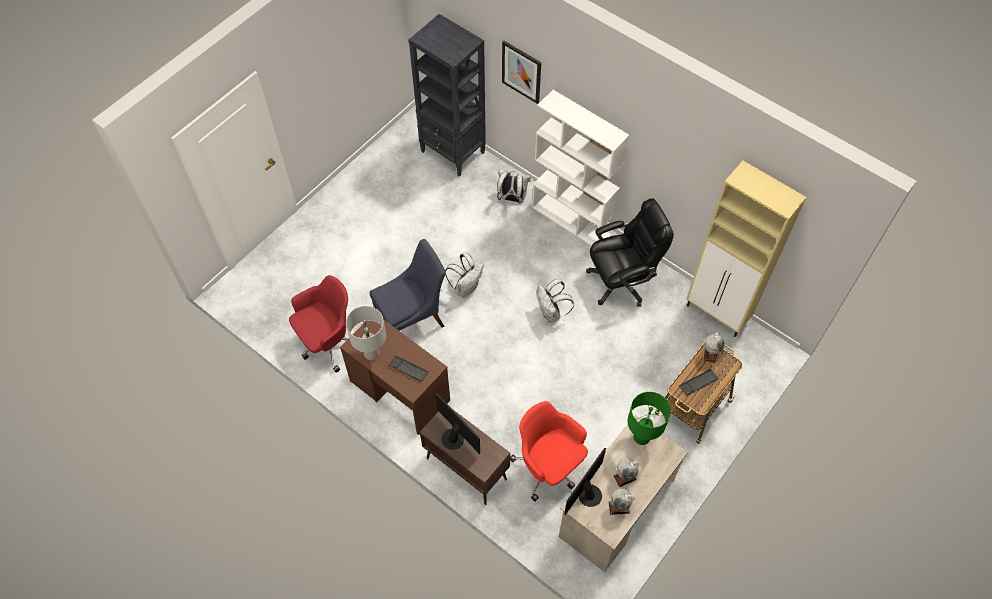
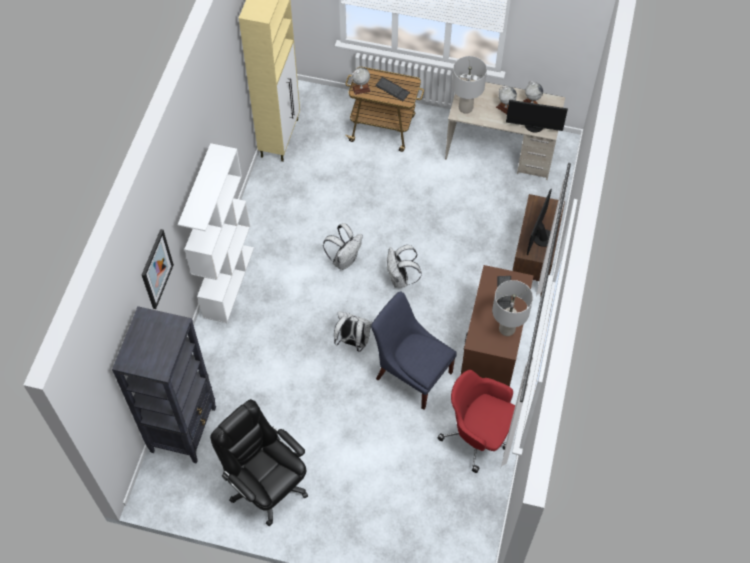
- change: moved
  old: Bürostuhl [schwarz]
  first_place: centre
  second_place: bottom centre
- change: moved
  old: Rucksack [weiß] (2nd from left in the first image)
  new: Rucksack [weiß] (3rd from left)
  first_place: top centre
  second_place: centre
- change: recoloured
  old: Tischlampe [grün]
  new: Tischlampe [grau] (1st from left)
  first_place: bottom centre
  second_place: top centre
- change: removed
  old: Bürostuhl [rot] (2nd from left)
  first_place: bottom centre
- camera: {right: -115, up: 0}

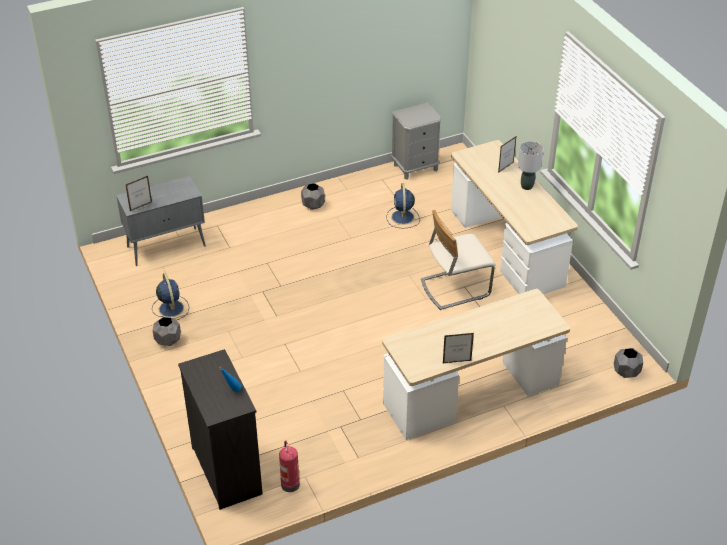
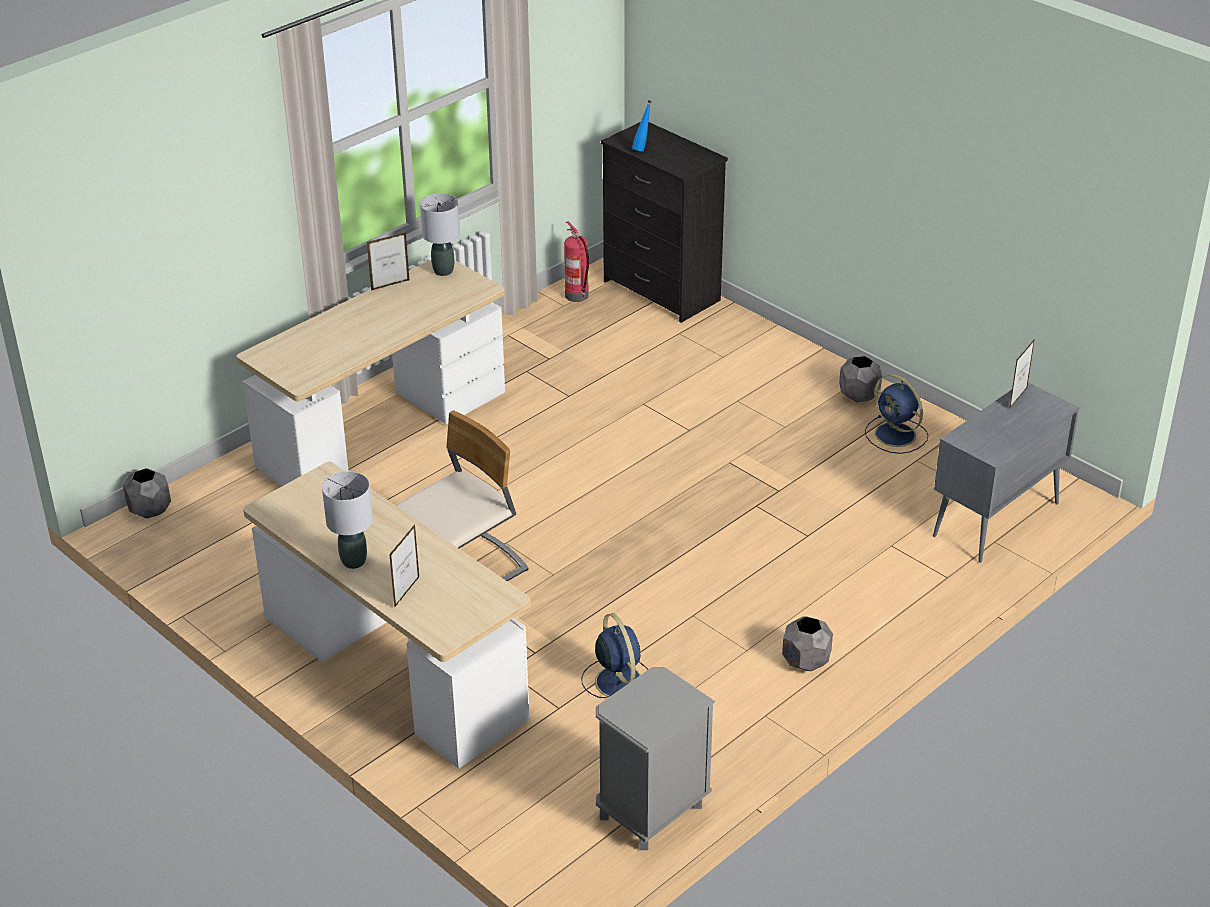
- change: added
  new: Tischlampe [grau] (2nd from left)
  second_place: top centre
- camera: {right: 160, up: -5}

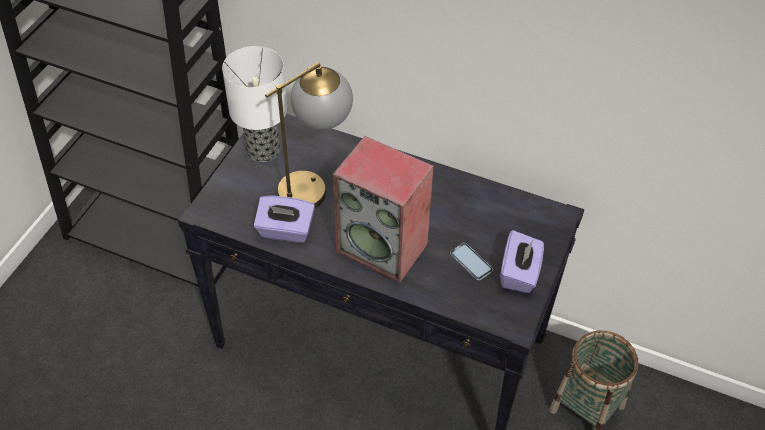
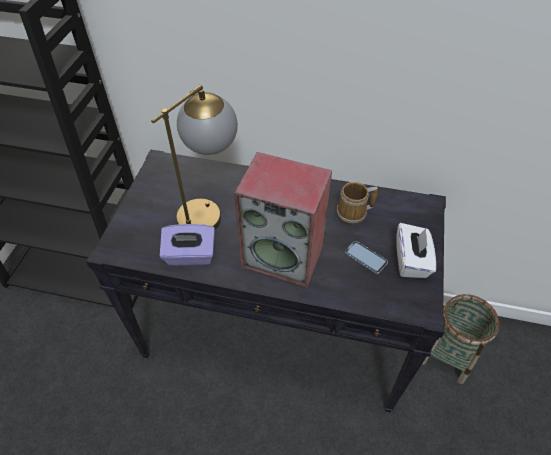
- change: added
  new: Henkelbecher
  second_place: centre
- change: recoloured
  old: Taschentuchbox [lila] (2nd from left)
  new: Taschentuchbox [weiß]
  first_place: middle right
  second_place: middle right
- change: removed
  old: Tischlampe (1st from left)
  first_place: top left
- camera: {right: -10, up: 0}

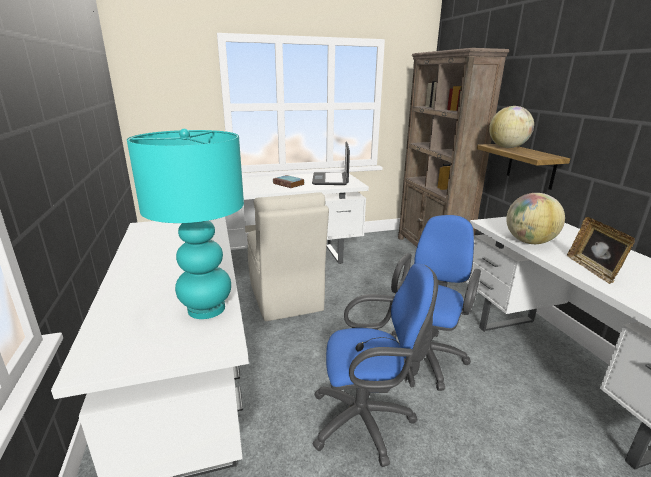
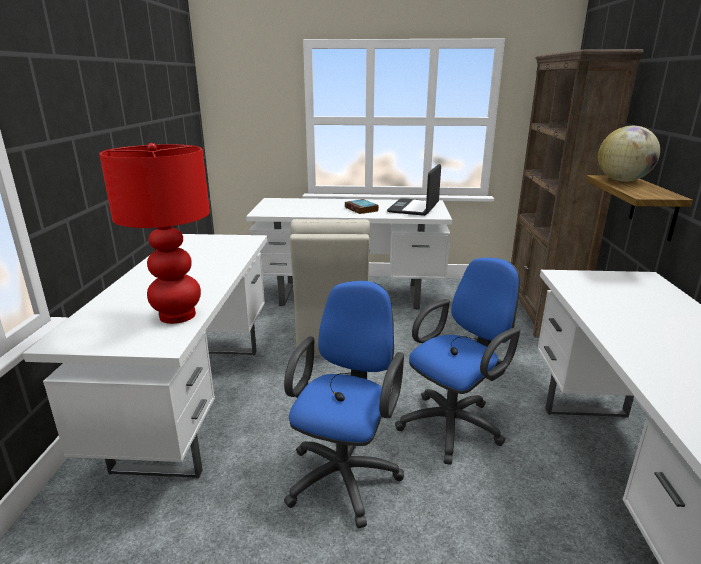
- change: recoloured
  old: Tischlampe [türkis]
  new: Tischlampe [rot]
  first_place: middle left
  second_place: middle left
- change: turned
  old: Bürostuhl [blau] (1st from left)
  first_place: bottom centre
  second_place: bottom centre
  degrees: -90
- change: removed
  old: Globus (2nd from left)
  first_place: middle right
- change: removed
  old: Bilderrahmen
  first_place: middle right
- camera: {right: 20, up: 0}

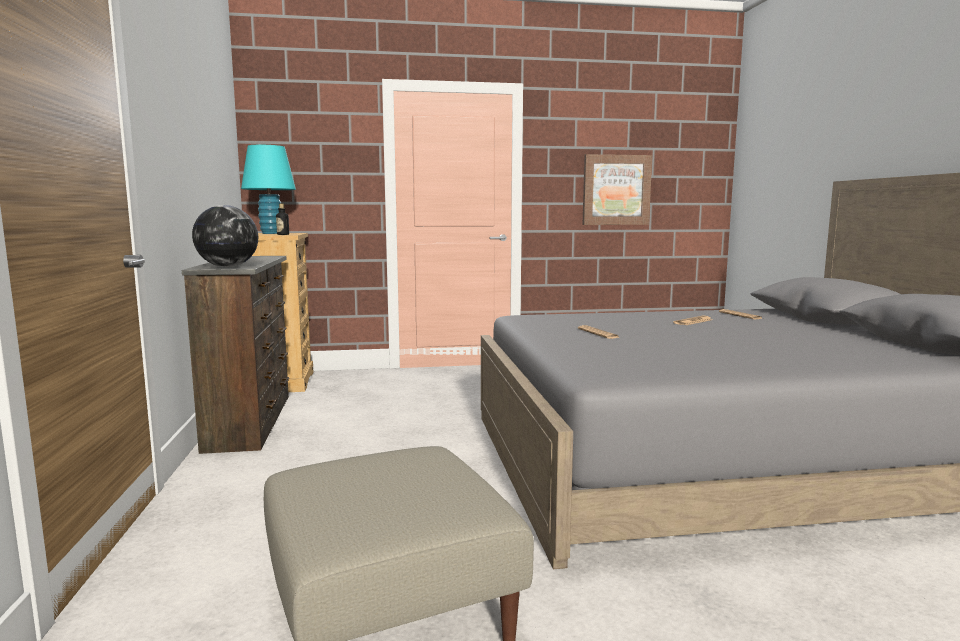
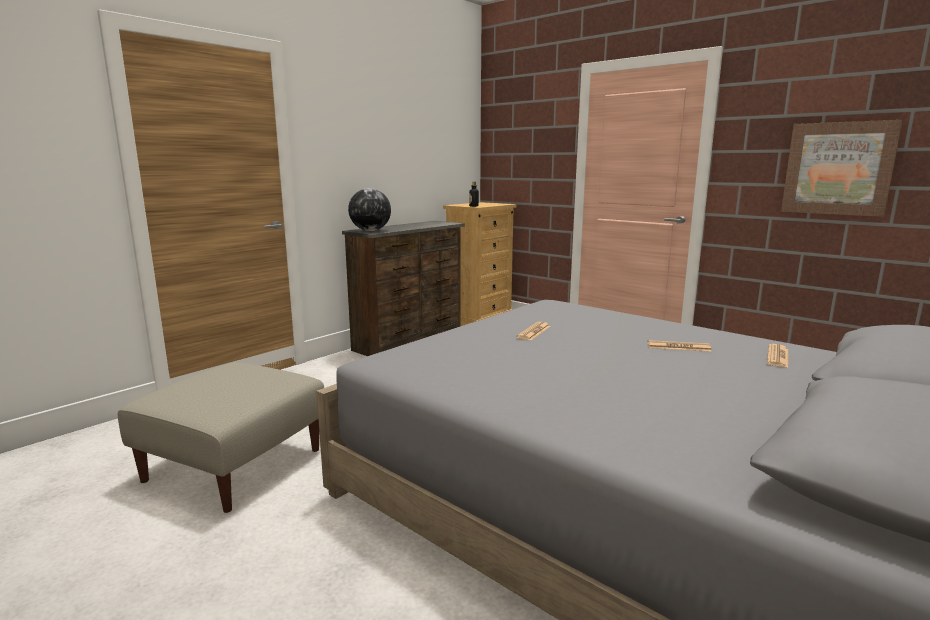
- change: removed
  old: Tischlampe [türkis]
  first_place: top left
- camera: {right: 50, up: 5}

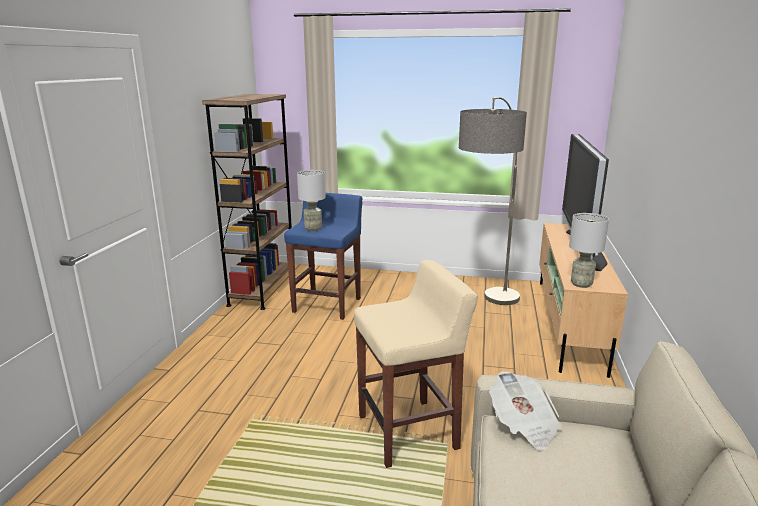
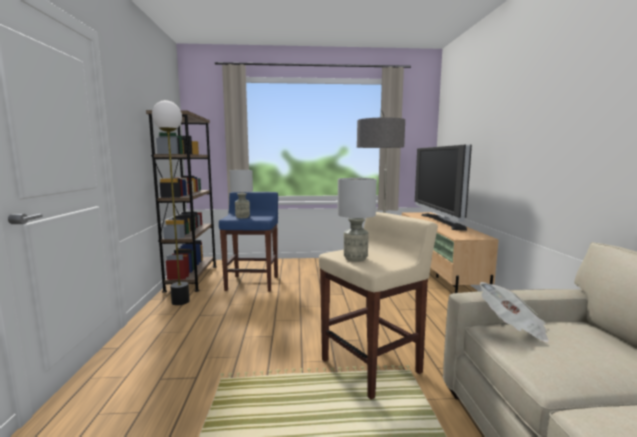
- change: added
  new: Stehlampe (1st from left)
  second_place: middle left
- change: moved
  old: Tischlampe [grau] (2nd from left)
  first_place: middle right
  second_place: centre
- camera: {right: -15, up: -10}

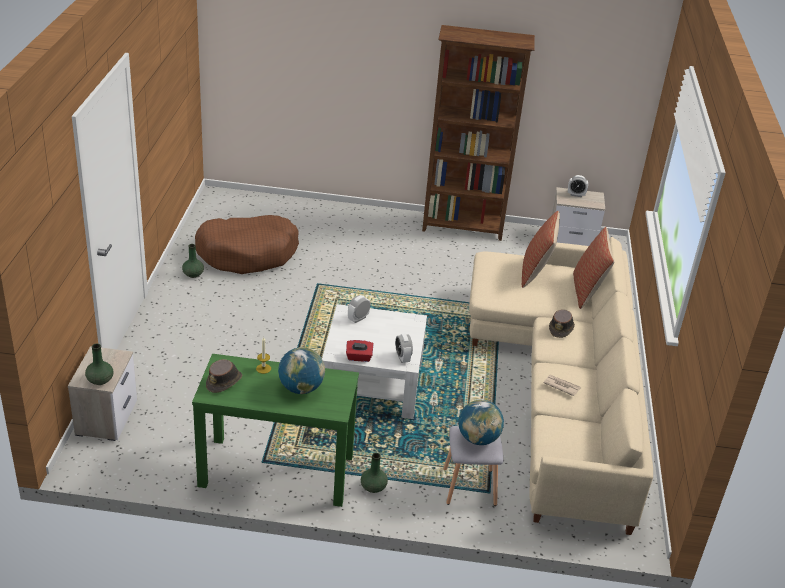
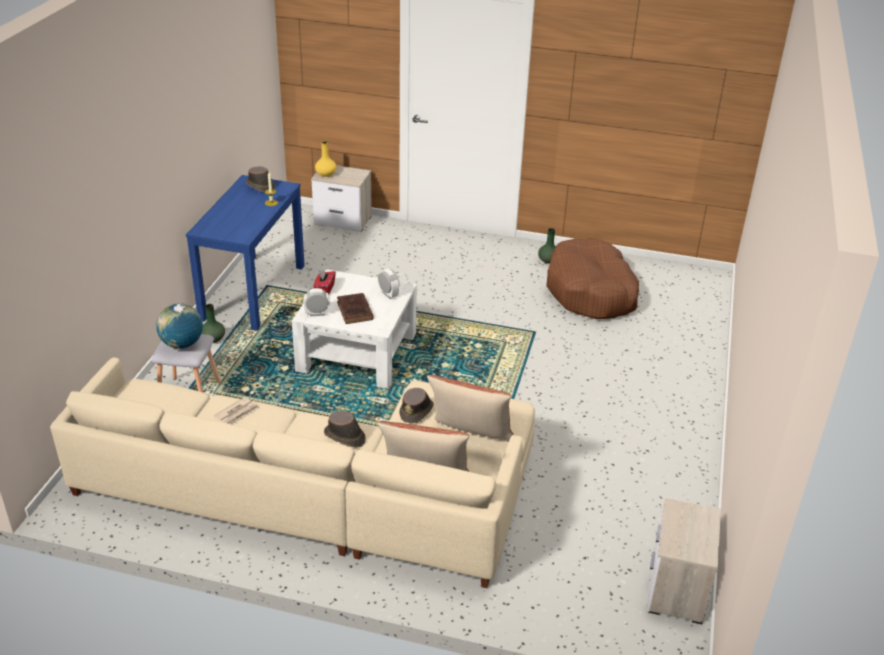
- change: recoloured
  old: Konsolentisch [grün]
  new: Konsolentisch [blau]
  first_place: bottom centre
  second_place: middle left
- change: recoloured
  old: Vase [grün] (1st from left)
  new: Vase [gelb]
  first_place: middle left
  second_place: top centre
- change: added
  new: Buch [braun]
  second_place: centre
- change: added
  new: Hut [braun] (3rd from left)
  second_place: centre
- change: removed
  old: Globus (1st from left)
  first_place: centre
- change: removed
  old: Bücherregal [braun]
  first_place: top centre
- change: removed
  old: Wecker (3rd from left)
  first_place: top right
- camera: {right: 100, up: 0}

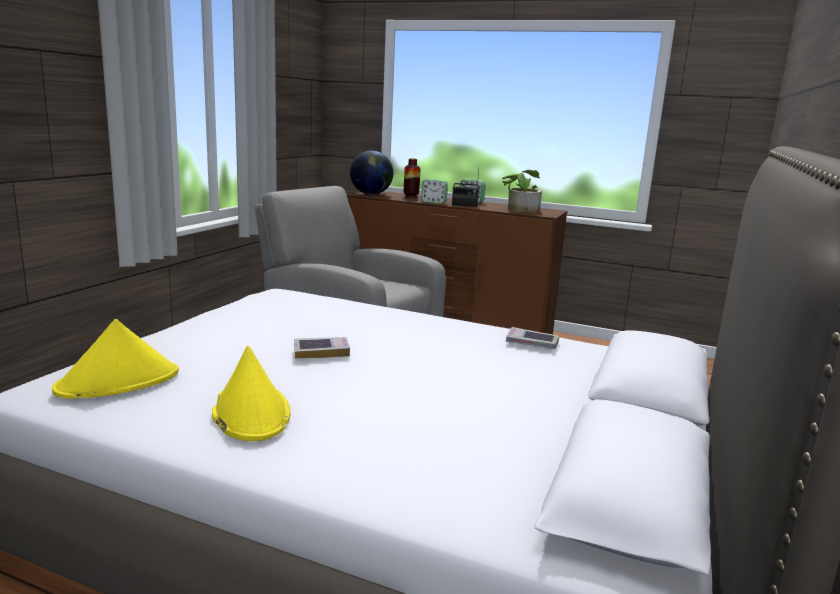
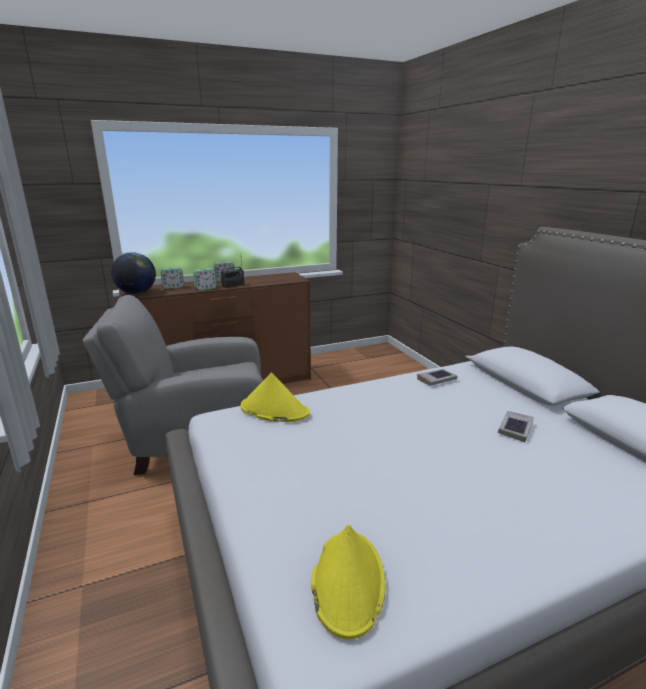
- change: replaced
  old: Vase
  new: Wecker (1st from left)
  first_place: top centre
  second_place: middle left
- change: moved
  old: Hut [gelb] (2nd from left in the first image)
  new: Hut [gelb] (1st from left)
  first_place: middle left
  second_place: centre
- change: moved
  old: Buch (1st from left in the first image)
  new: Buch (2nd from left)
  first_place: centre
  second_place: middle right
- change: removed
  old: Topfpflanze
  first_place: top centre
- camera: {right: -45, up: 5}

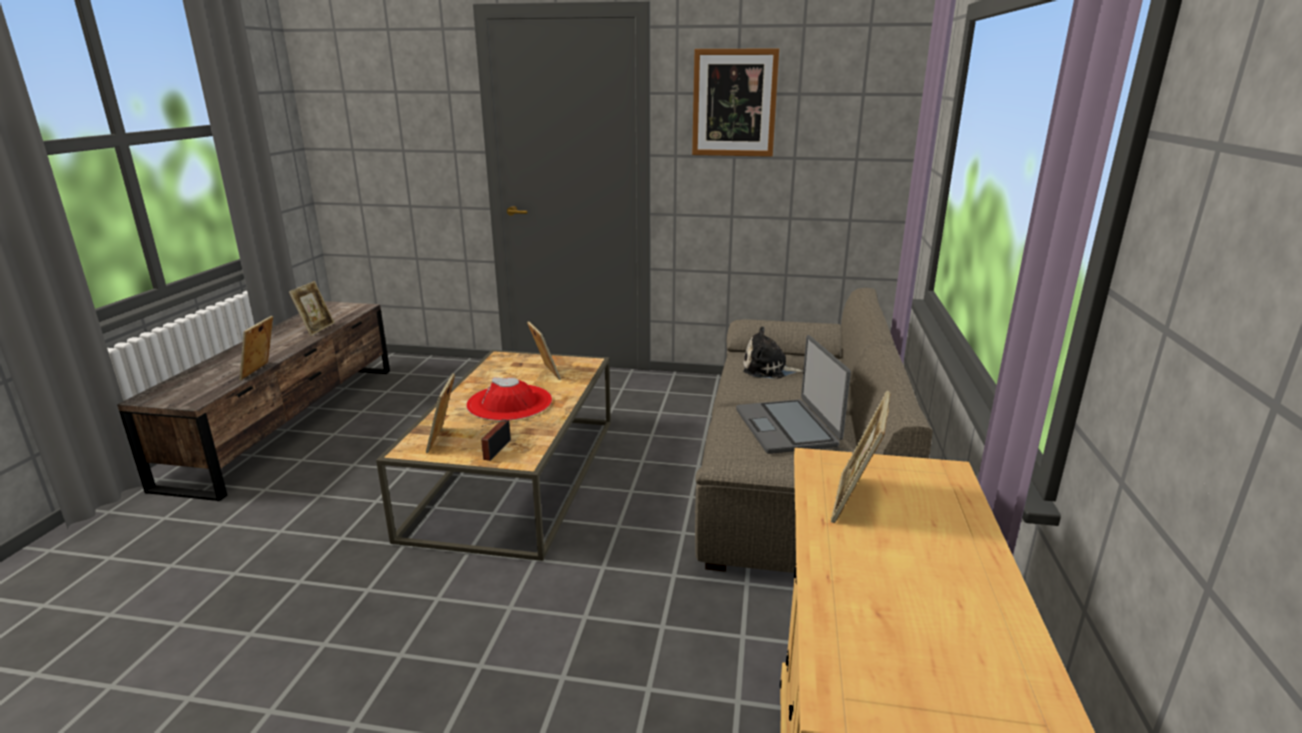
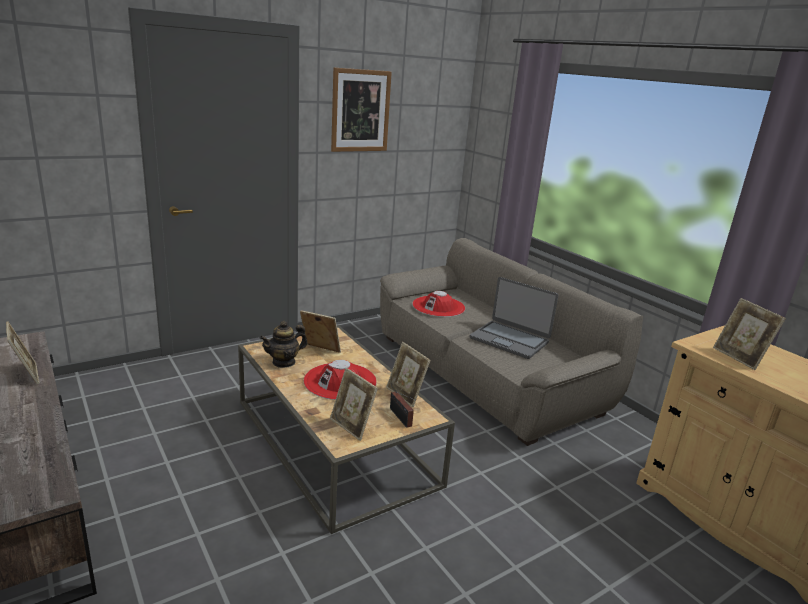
- change: added
  new: Teekanne
  second_place: centre
- change: moved
  old: Bilderrahmen (1st from left in the first image)
  new: Bilderrahmen (4th from left)
  first_place: middle left
  second_place: centre
- change: replaced
  old: Plüschtier
  new: Hut [rot] (2nd from left)
  first_place: centre
  second_place: centre
- camera: {right: -45, up: 0}

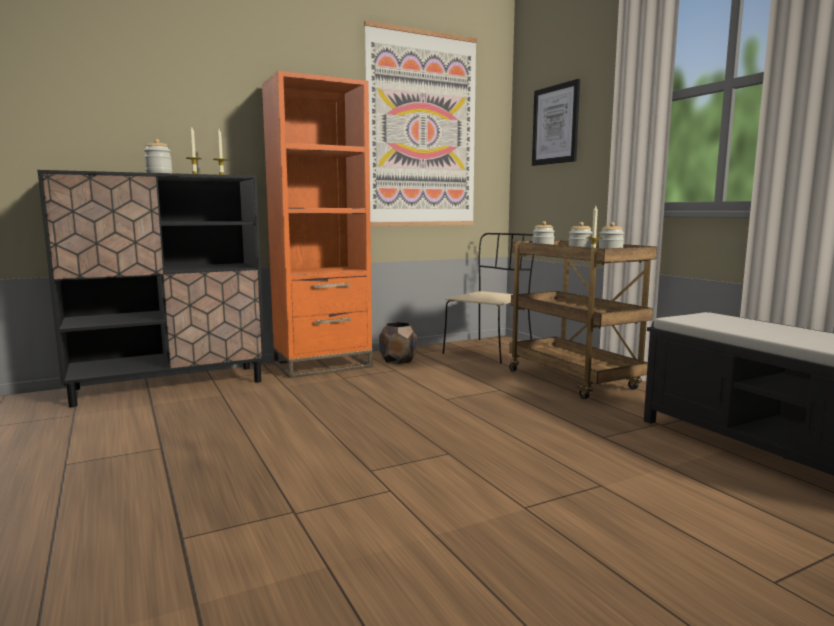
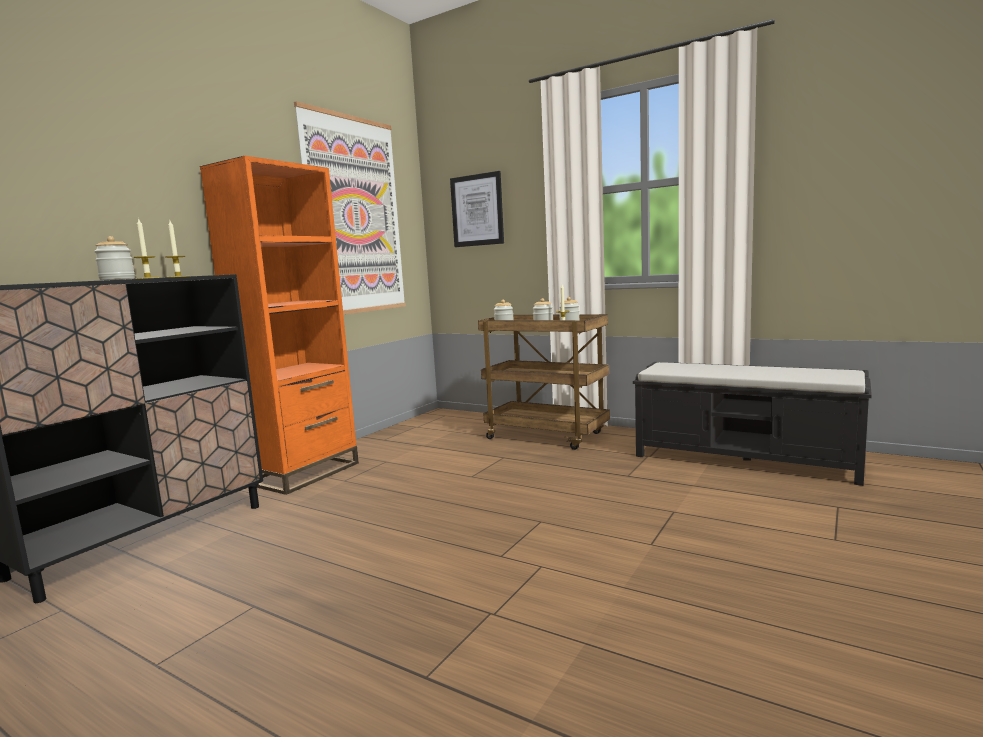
- change: removed
  old: Pflanzkübel [braun]
  first_place: centre
- change: removed
  old: Stuhl [beige]
  first_place: centre
- camera: {right: -30, up: 0}

